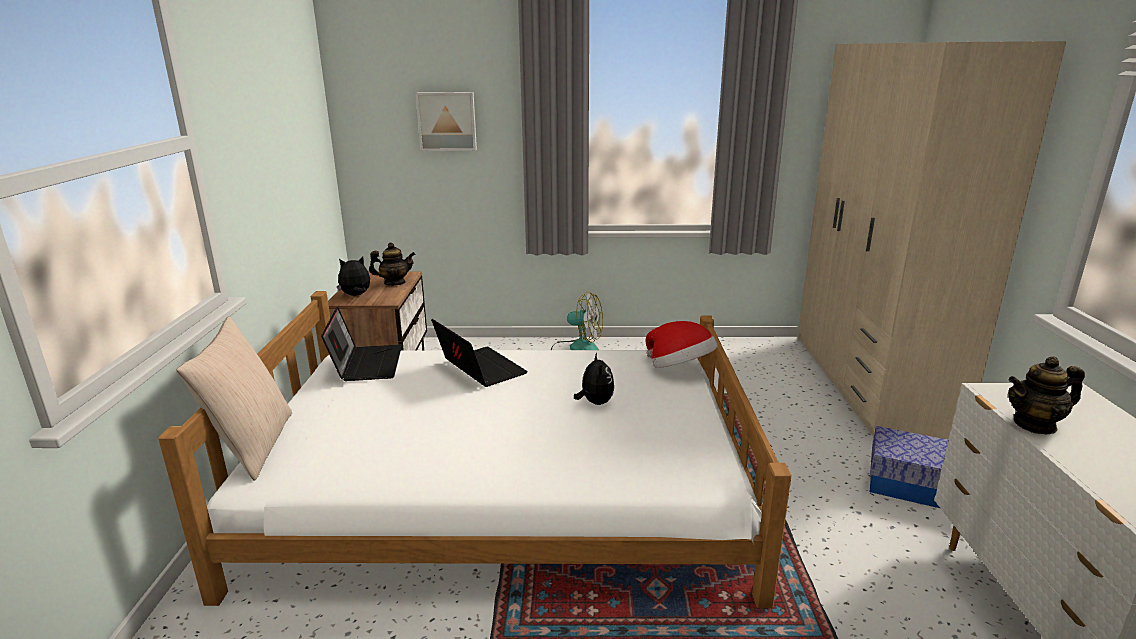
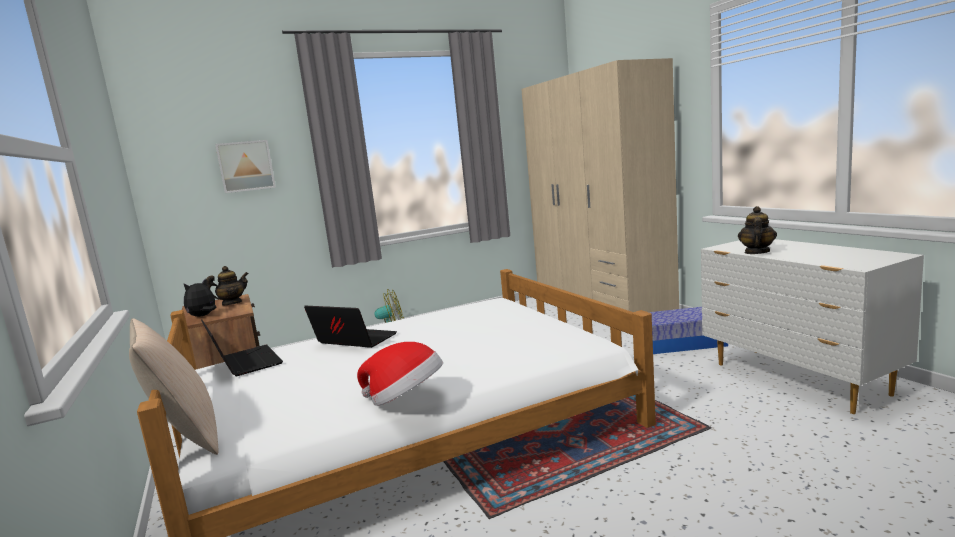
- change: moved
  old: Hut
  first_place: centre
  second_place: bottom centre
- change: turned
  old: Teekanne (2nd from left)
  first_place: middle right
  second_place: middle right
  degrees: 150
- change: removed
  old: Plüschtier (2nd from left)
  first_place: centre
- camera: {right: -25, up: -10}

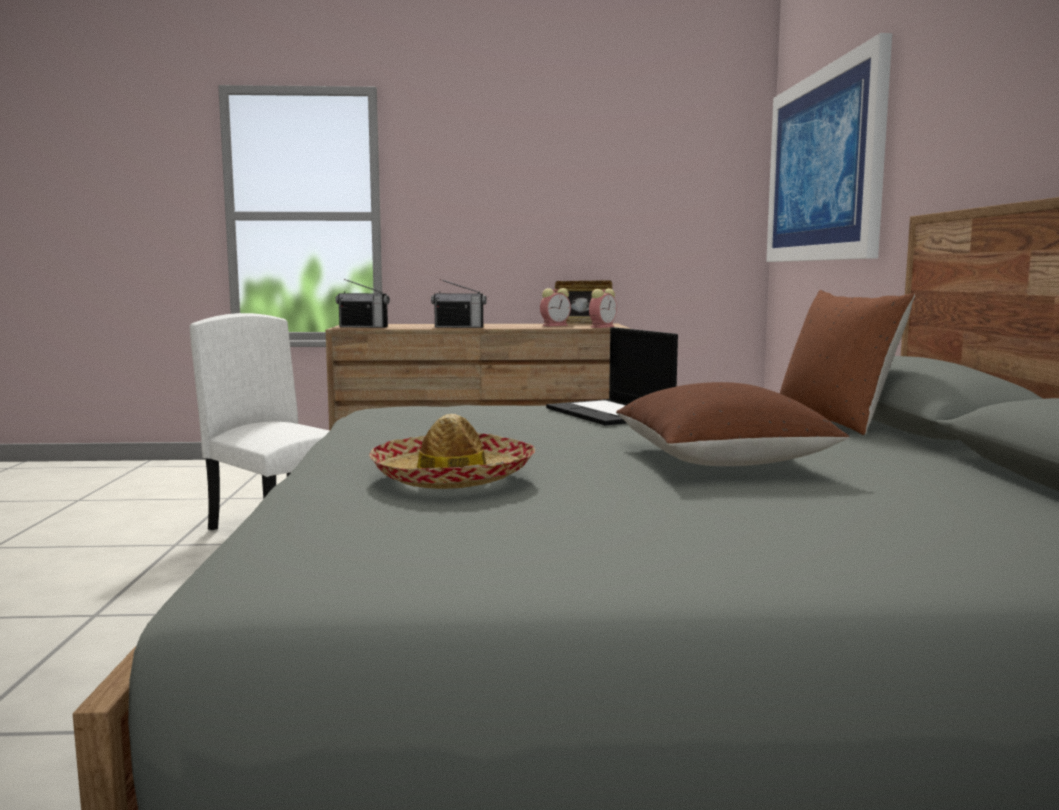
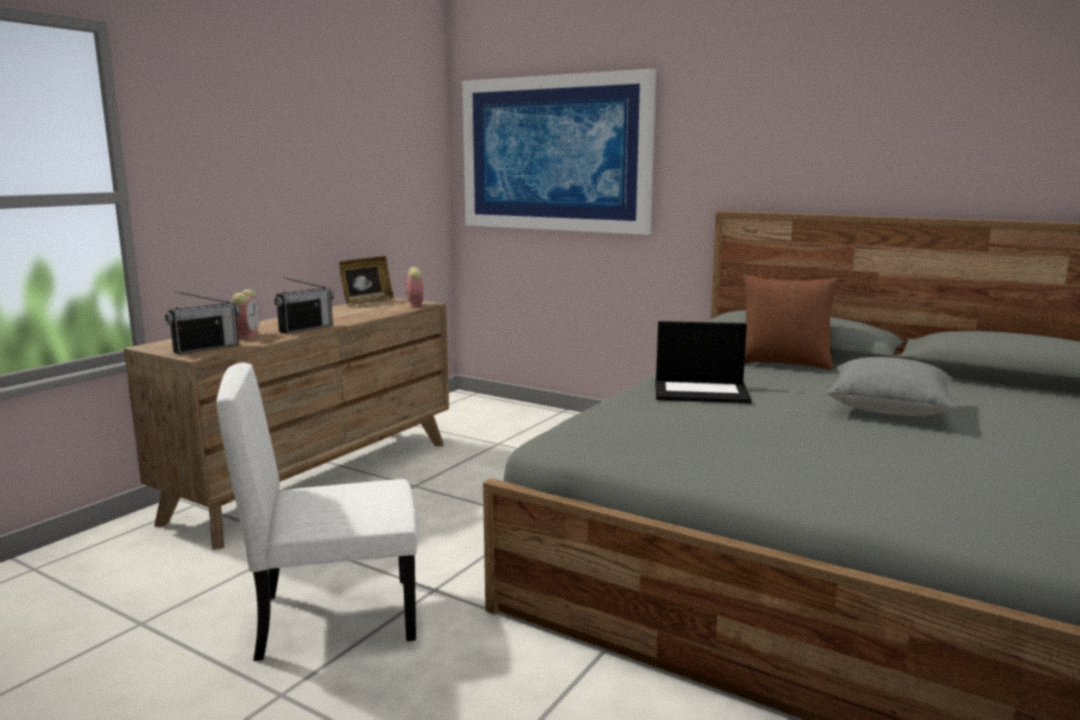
- change: moved
  old: Wecker (1st from left)
  first_place: centre
  second_place: middle left
- change: recoloured
  old: Kissen [braun] (1st from left)
  new: Kissen [grau]
  first_place: middle right
  second_place: middle right
- change: removed
  old: Hut
  first_place: centre
- camera: {right: -55, up: 5}

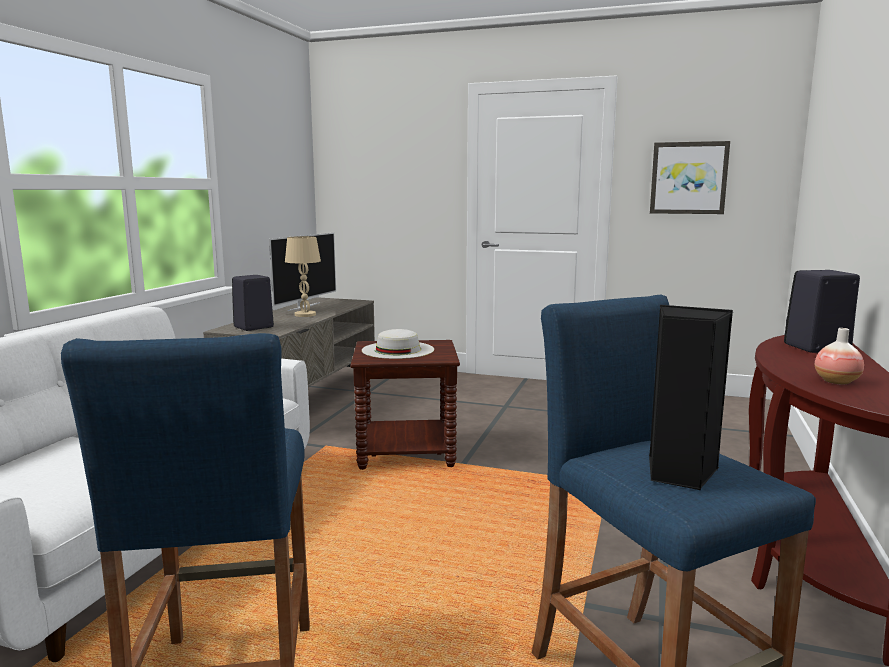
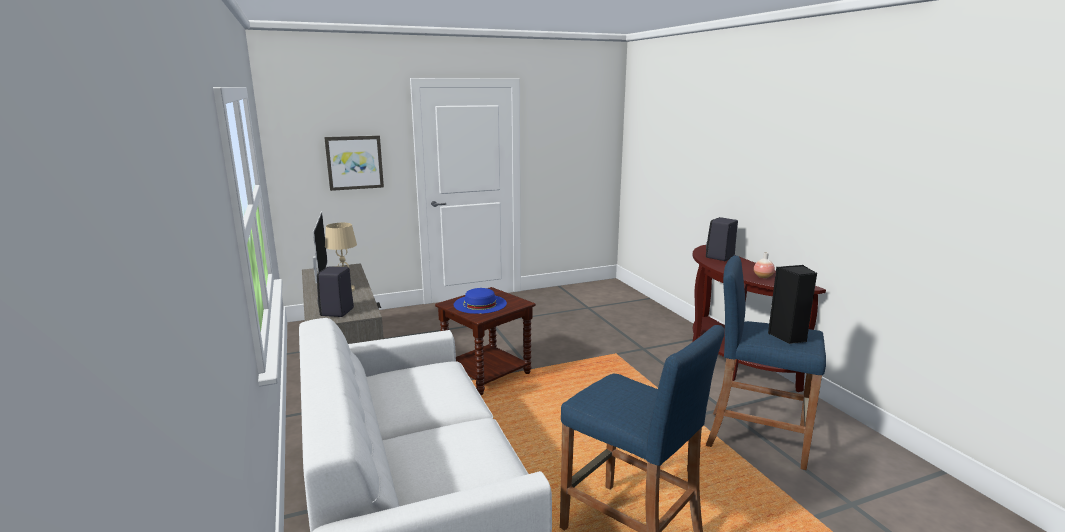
- change: moved
  old: Bild
  first_place: top right
  second_place: top left
- change: recoloured
  old: Hut [weiß]
  new: Hut [blau]
  first_place: centre
  second_place: centre
- camera: {right: -40, up: 5}

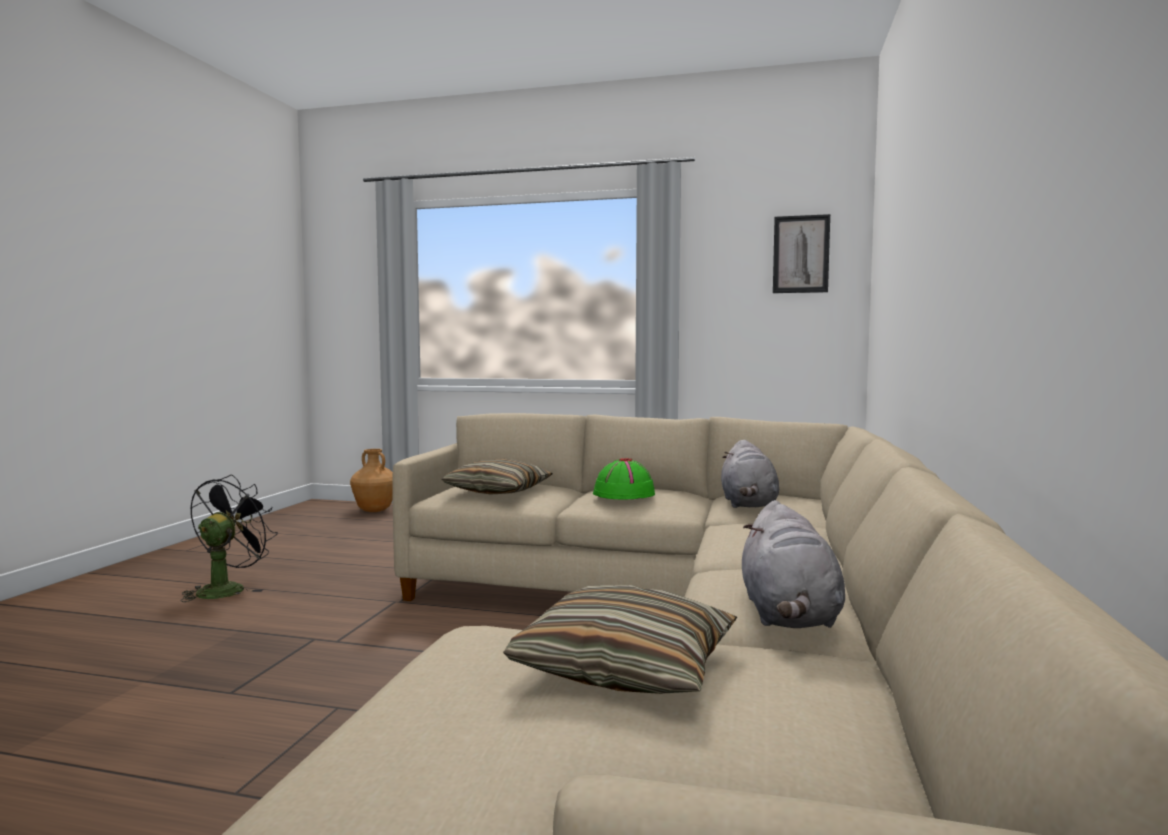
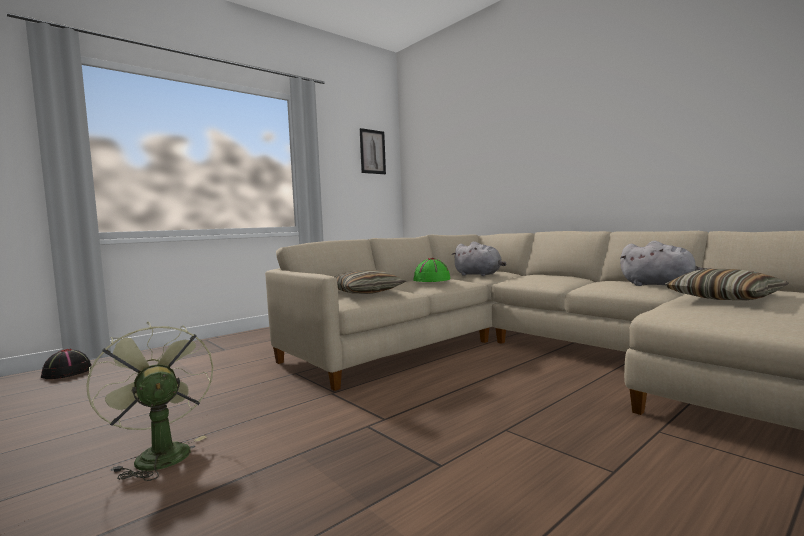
- change: replaced
  old: Vase [braun]
  new: Hut [schwarz]
  first_place: middle left
  second_place: bottom left
- change: recoloured
  old: Ventilator [schwarz]
  new: Ventilator [grün]
  first_place: middle left
  second_place: bottom left
- camera: {right: -55, up: 0}

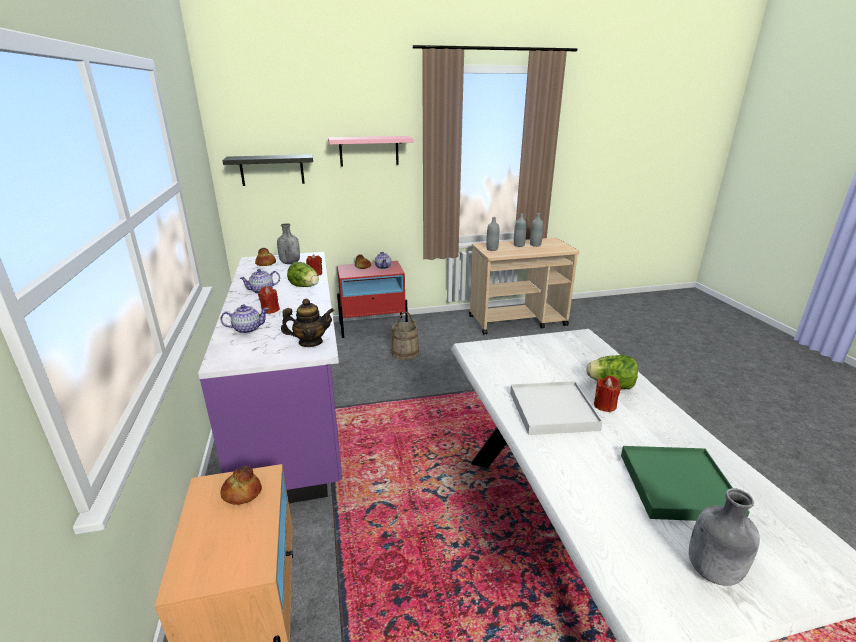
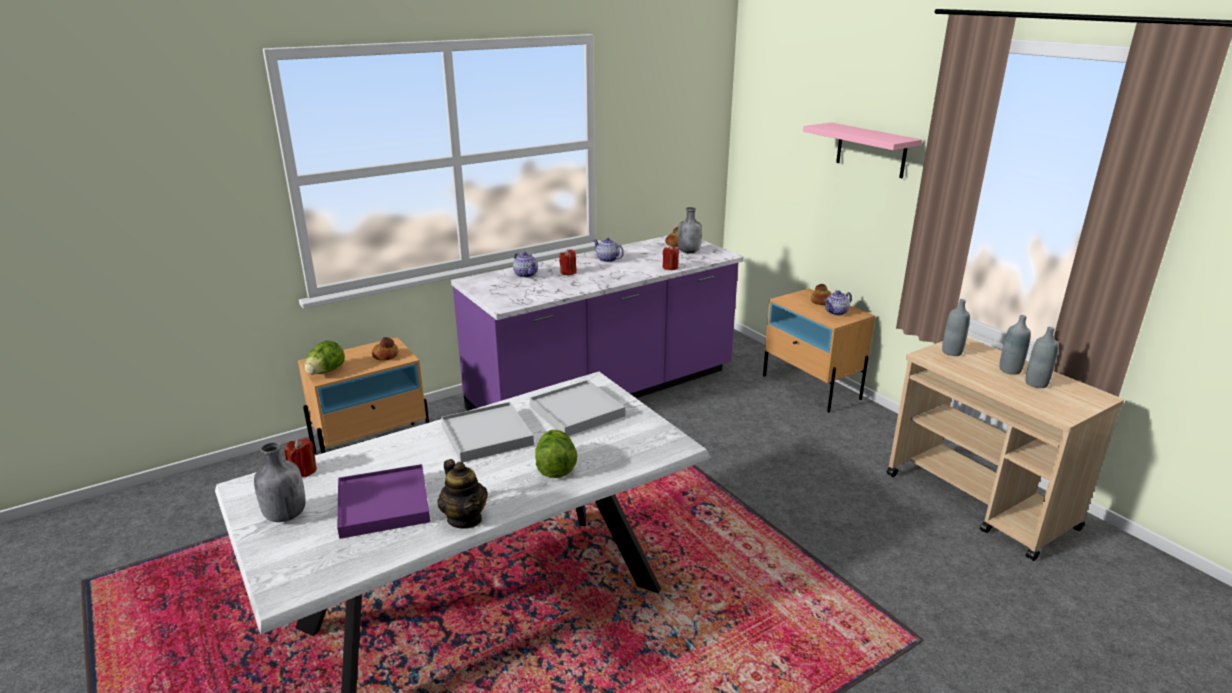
- change: moved
  old: Kerze [rot] (3rd from left in the first image)
  new: Kerze [rot] (1st from left)
  first_place: middle right
  second_place: middle left
- change: moved
  old: Salatkopf (1st from left)
  first_place: centre
  second_place: middle left
- change: recoloured
  old: Tablett [grün]
  new: Tablett [lila]
  first_place: bottom right
  second_place: bottom left
- change: moved
  old: Teekanne (3rd from left in the first image)
  new: Teekanne (1st from left)
  first_place: centre
  second_place: bottom centre
- change: added
  new: Tablett [weiß] (2nd from left)
  second_place: centre
- change: recoloured
  old: Nachttisch [rot]
  new: Nachttisch [beige] (2nd from left)
  first_place: centre
  second_place: centre
- change: removed
  old: Wandregal [schwarz]
  first_place: top left
- change: removed
  old: Eimer [beige]
  first_place: centre
- camera: {right: 70, up: 0}

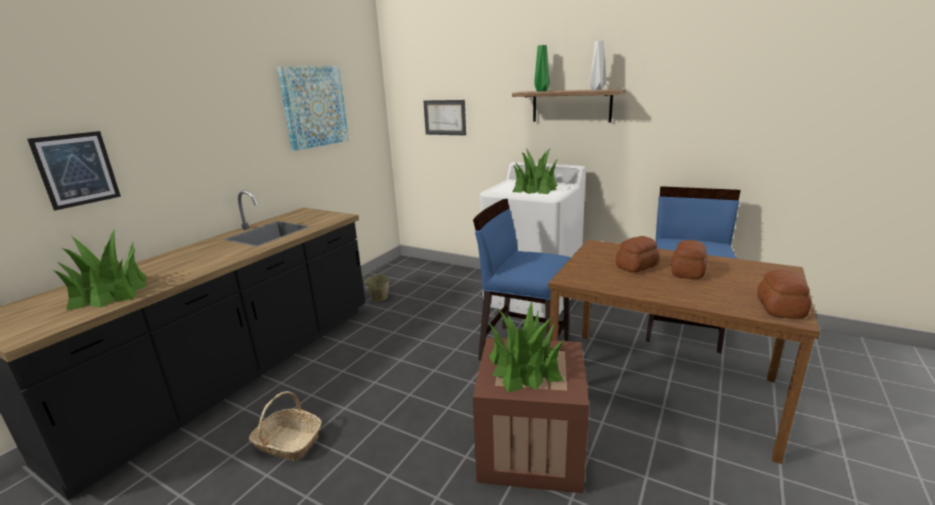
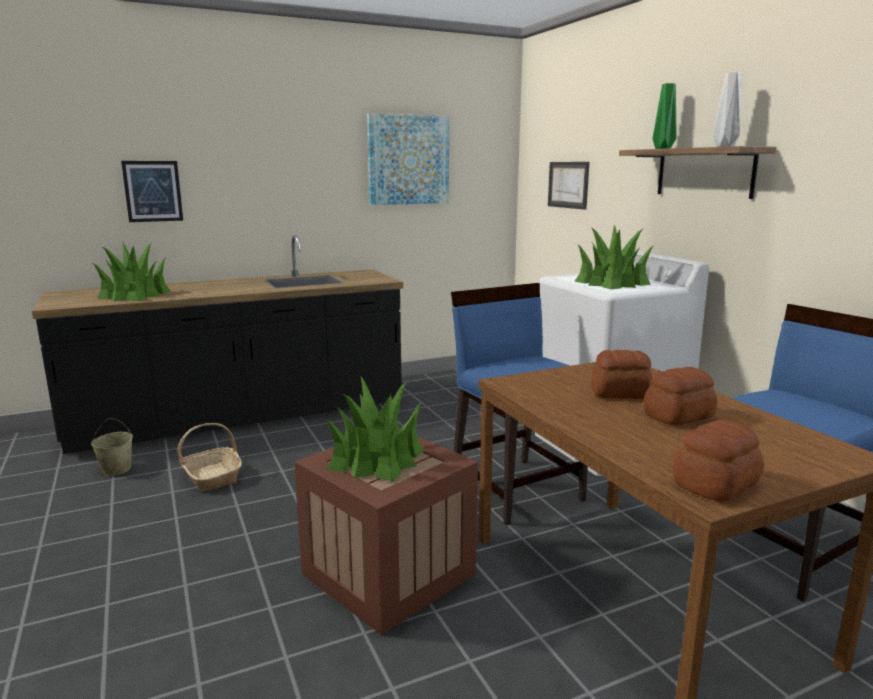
- change: moved
  old: Eimer [beige]
  first_place: centre
  second_place: middle left
- camera: {right: 35, up: -5}

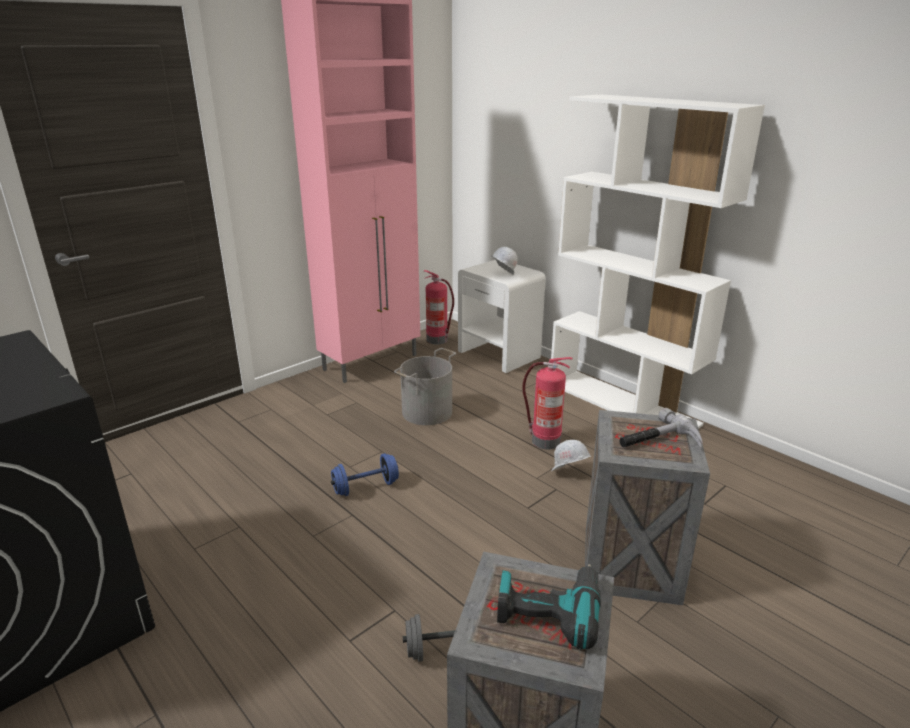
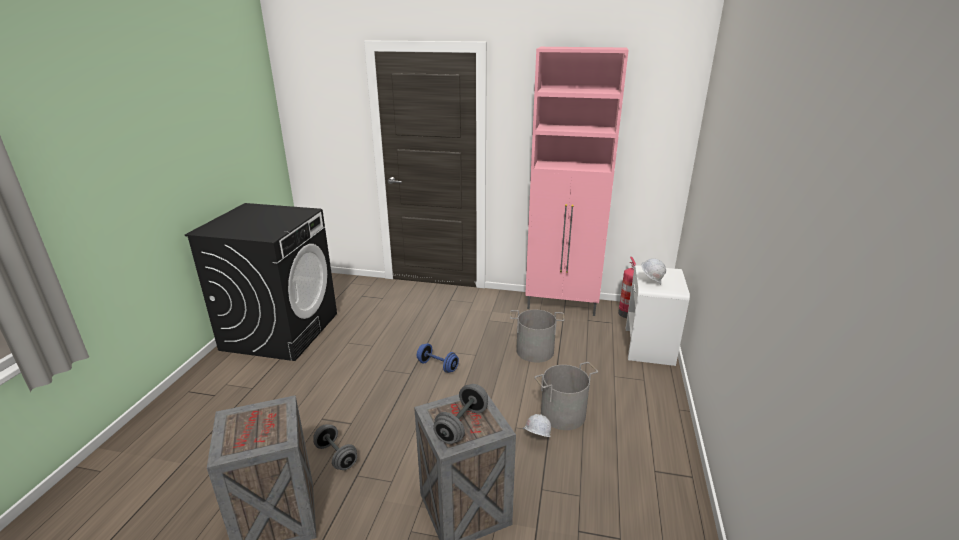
- change: replaced
  old: Hammer
  new: Hantel [grau] (2nd from left)
  first_place: middle right
  second_place: bottom centre
- change: replaced
  old: Feuerlöscher (2nd from left)
  new: Eimer [grau] (2nd from left)
  first_place: centre
  second_place: bottom centre
- change: removed
  old: Bohrmaschine
  first_place: bottom centre
- change: removed
  old: Bücherregal [weiß]
  first_place: middle right
- camera: {right: 55, up: 0}

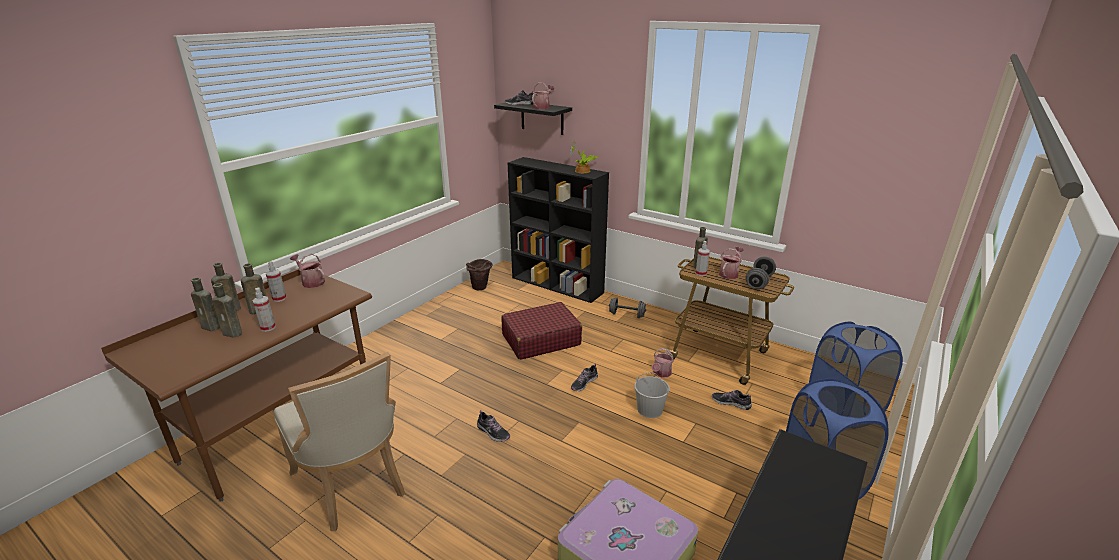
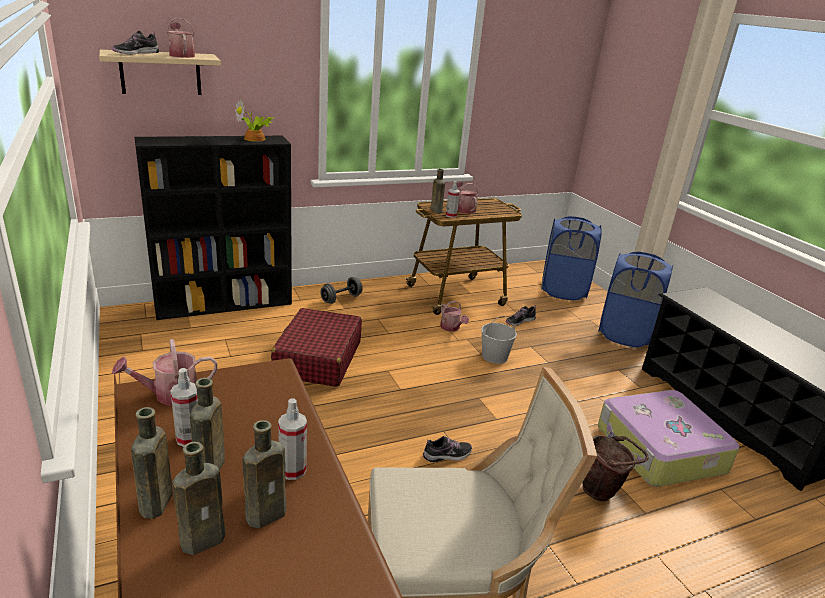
- change: recoloured
  old: Wandregal [schwarz]
  new: Wandregal [beige]
  first_place: top centre
  second_place: top left
- change: moved
  old: Eimer [braun]
  first_place: centre
  second_place: bottom right
- change: removed
  old: Schuh (3rd from left)
  first_place: bottom centre
- change: removed
  old: Hantel [grau] (2nd from left)
  first_place: middle right
- camera: {right: -60, up: 0}

